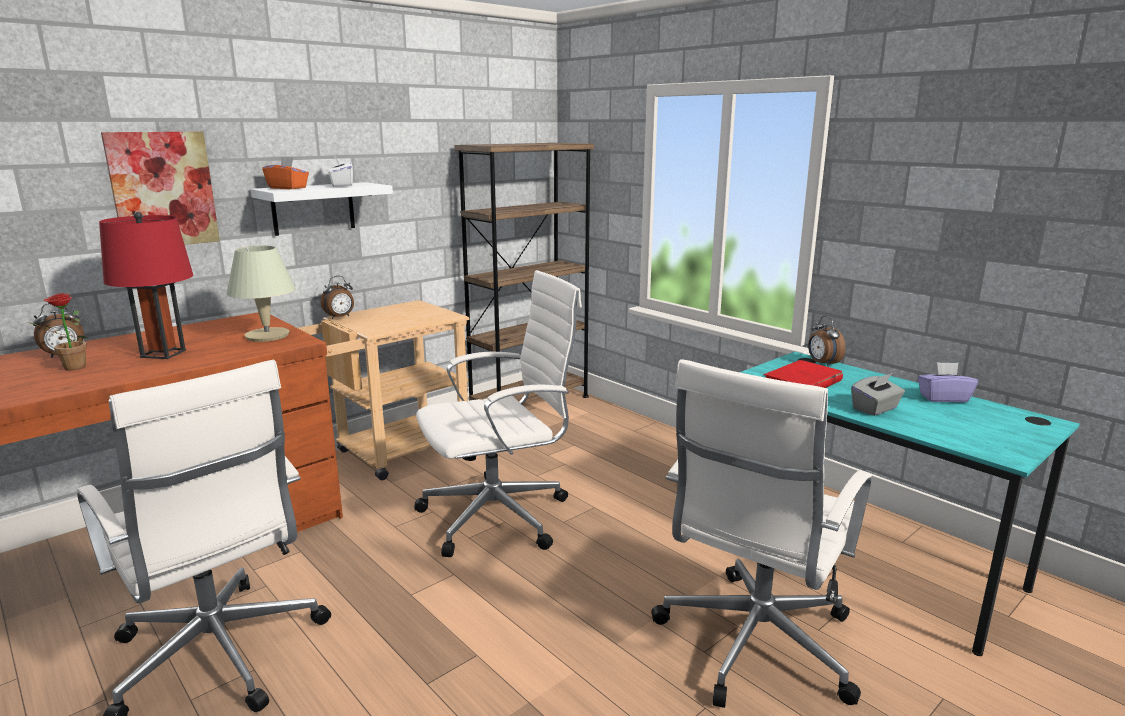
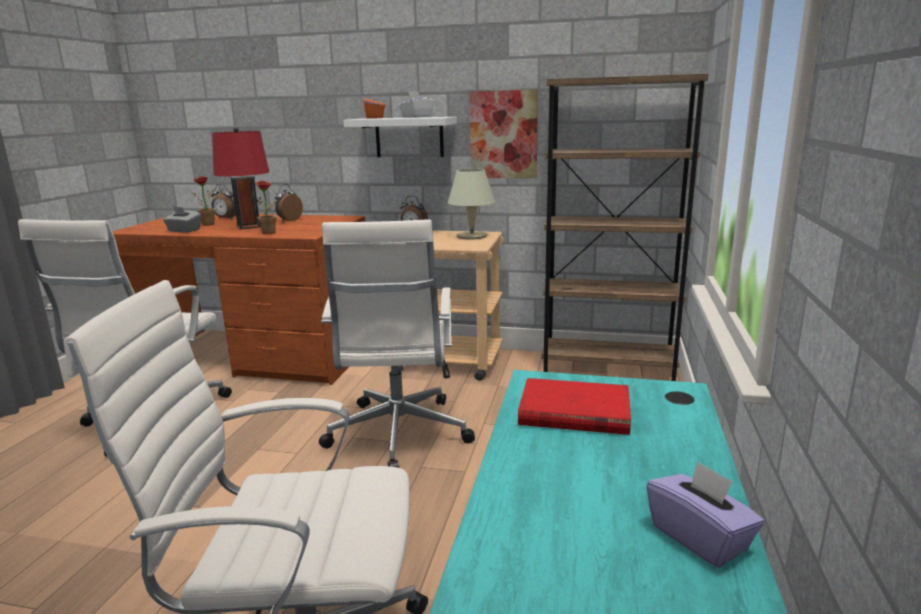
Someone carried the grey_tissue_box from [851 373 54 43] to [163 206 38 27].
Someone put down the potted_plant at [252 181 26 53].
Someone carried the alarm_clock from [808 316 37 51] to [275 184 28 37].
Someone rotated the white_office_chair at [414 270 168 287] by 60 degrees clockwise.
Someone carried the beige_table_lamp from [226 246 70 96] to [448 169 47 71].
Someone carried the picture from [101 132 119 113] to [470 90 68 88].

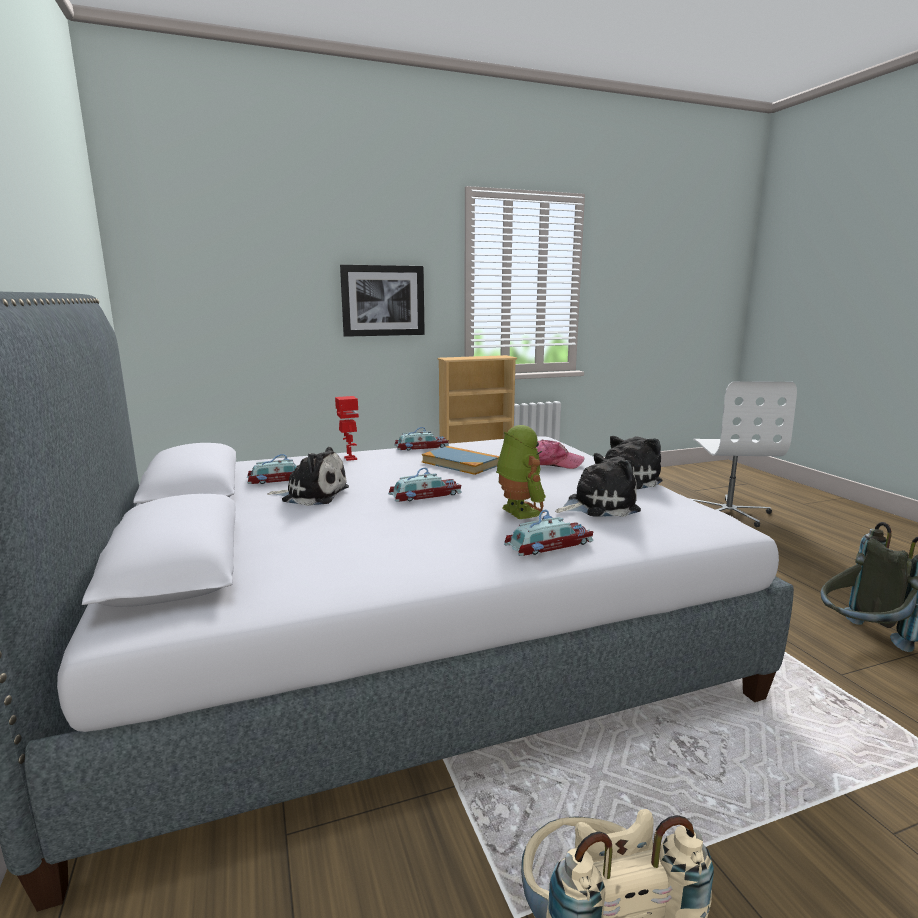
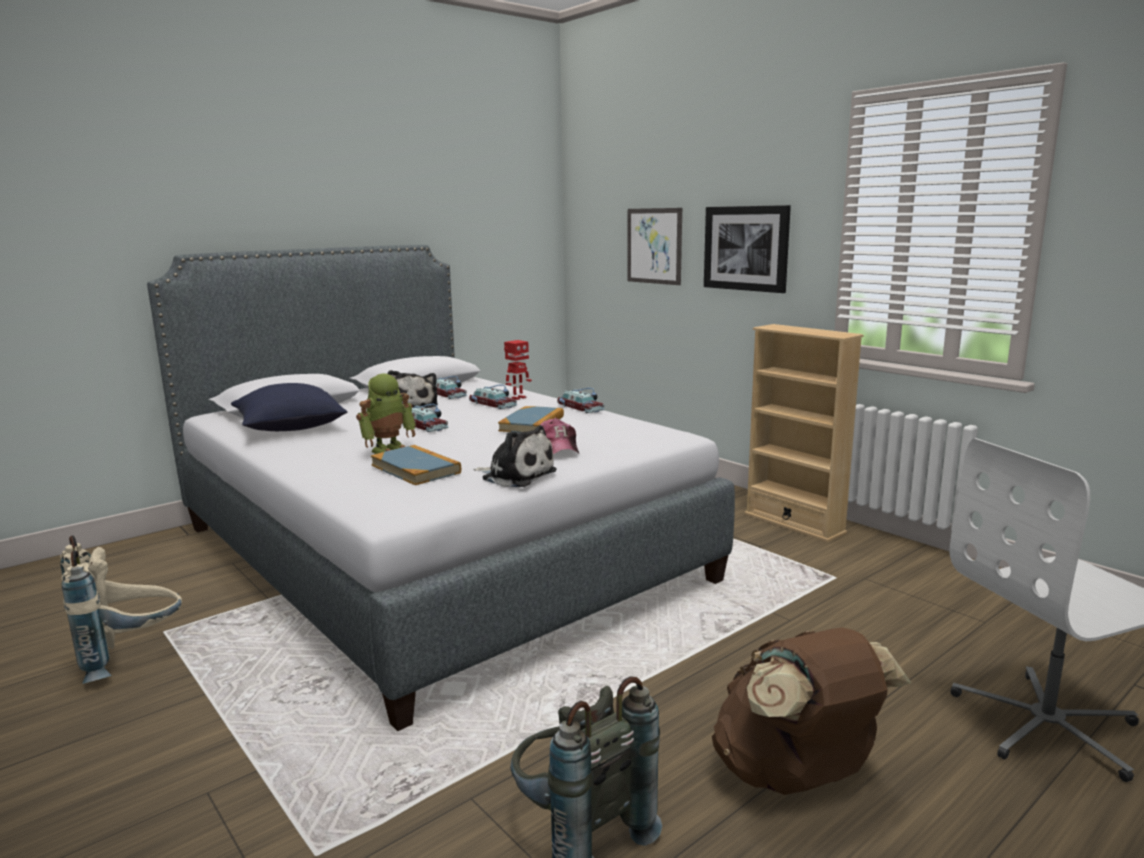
Someone put down the blue_pillow at [231 383 116 48].
Someone swapped the plush_toy at [555 453 86 64] for the book at [371 445 90 40].
Someone carried the toy_car from [504 510 89 46] to [469 384 48 25].
Someone put up the picture at [627 208 55 77].
Someone put down the brown_backpack at [712 627 199 168].

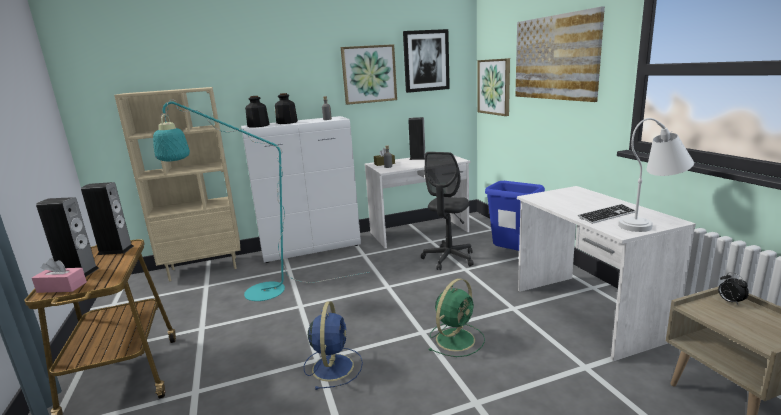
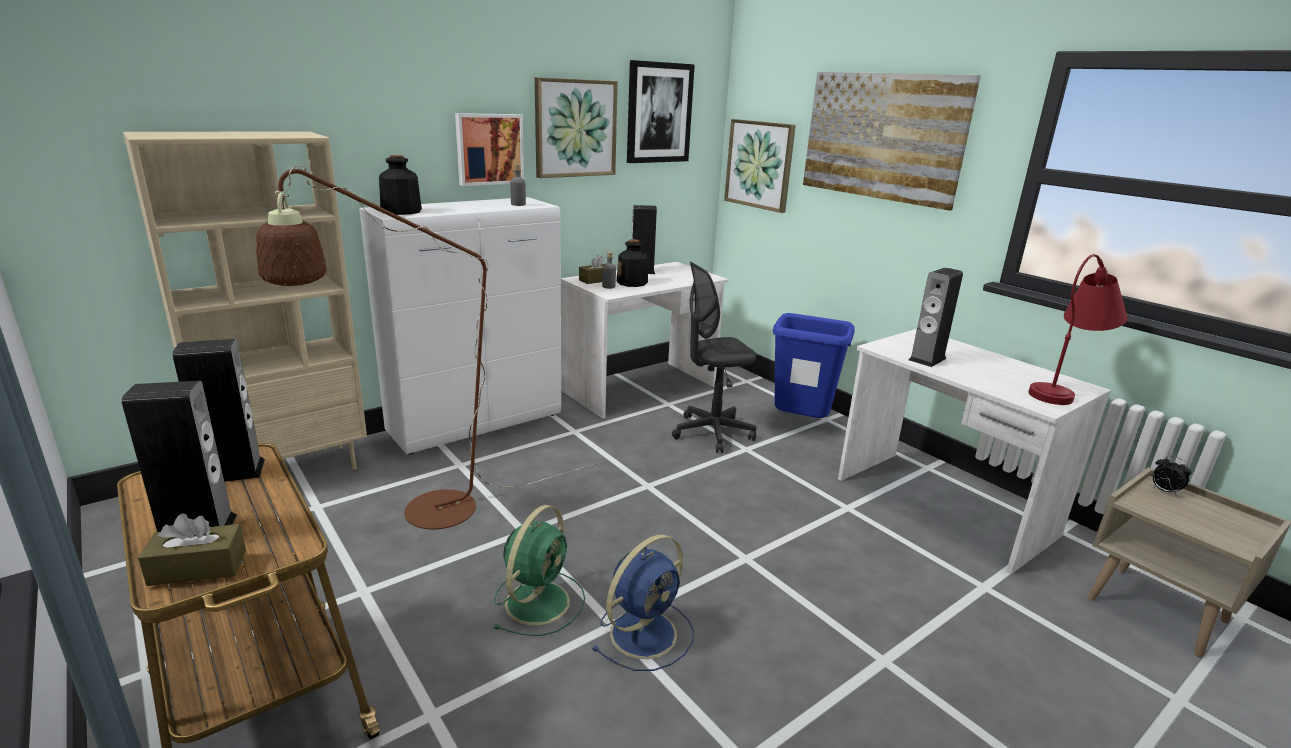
Someone repainted the pink_tissue_box at [32 258 55 35], which became the brown_tissue_box at [138 513 108 73].
Someone repainted the turquoise_floor_lamp at [153 100 215 201], which became the brown_floor_lamp at [256 165 349 365].
Someone put up the picture at [455 113 69 73].
Someone carried the green_fan from [429 278 56 79] to [493 505 92 131].
Someone rotated the blue_fan at [304 301 59 89] by 60 degrees clockwise.
Someone carried the bottle from [275 93 23 31] to [616 239 32 48].
Someone rotated the grey_office_chair at [421 152 53 118] by 60 degrees clockwise.
Someone put down the speaker at [909 268 54 99].
Someone repainted the white_table_lamp at [618 118 76 114], which became the red_table_lamp at [1028 254 100 151].
Someone took away the keyboard at [578 204 57 20].

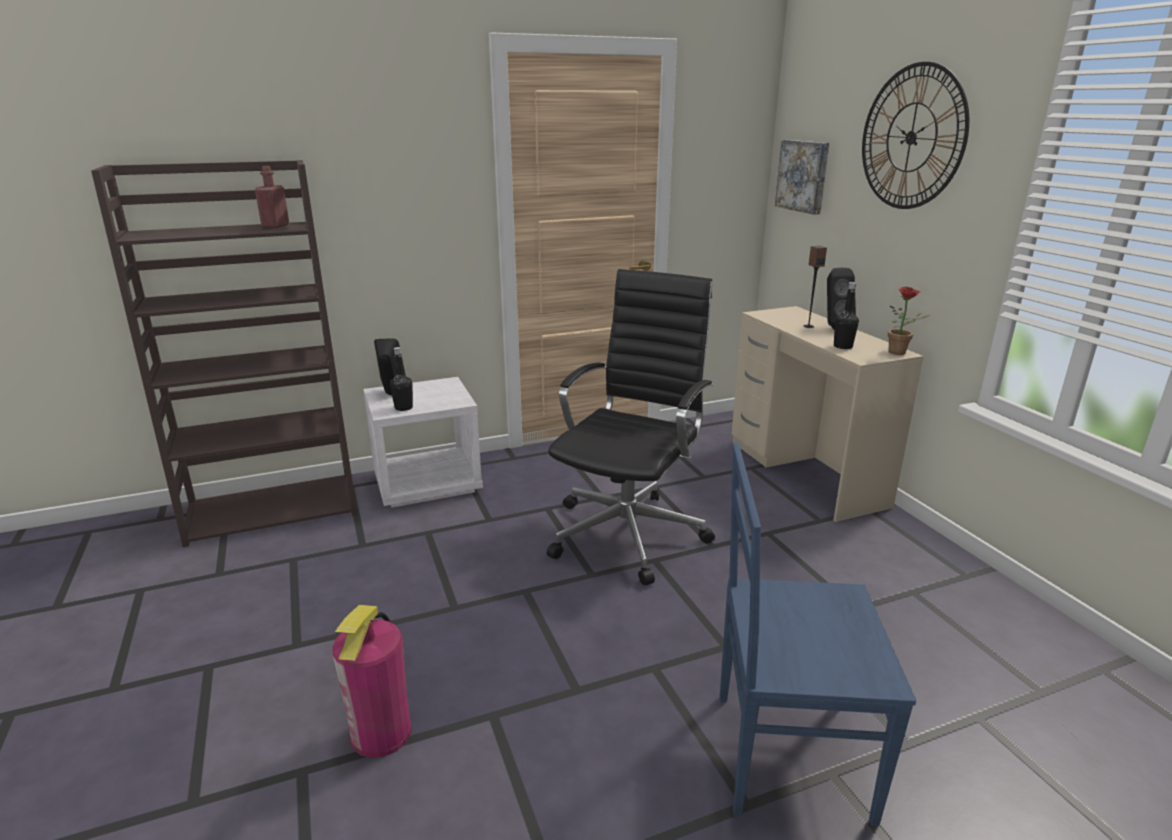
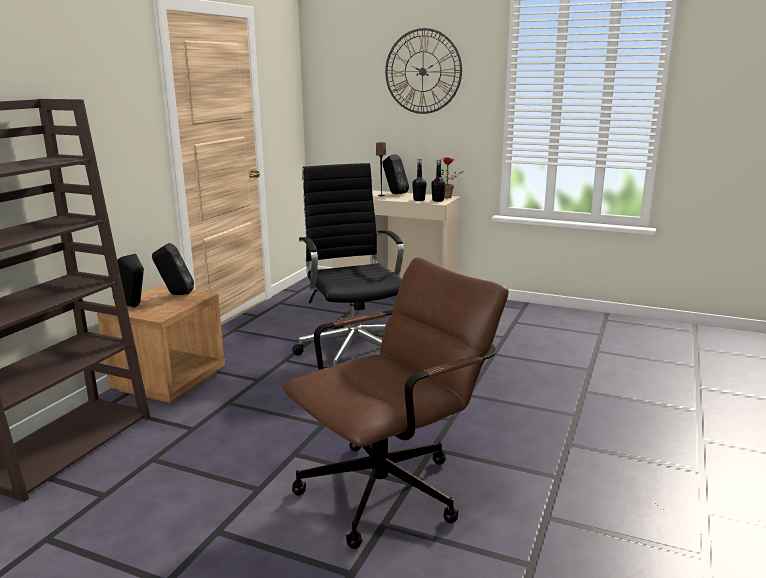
Someone repainted the white_nightstand at [363 377 120 131], which became the brown_nightstand at [97 285 128 118].
Someone put down the black_speaker at [152 243 42 52].
Someone swapped the fire_extinguisher at [332 605 80 153] for the brown_office_chair at [282 257 227 292].
Someone carried the black_bottle from [390 347 23 64] to [431 159 15 43].
Someone took away the red_bottle at [255 166 34 62].
Someone took away the blue_chair at [720 443 196 383].
Someone took away the picture at [775 140 54 75].

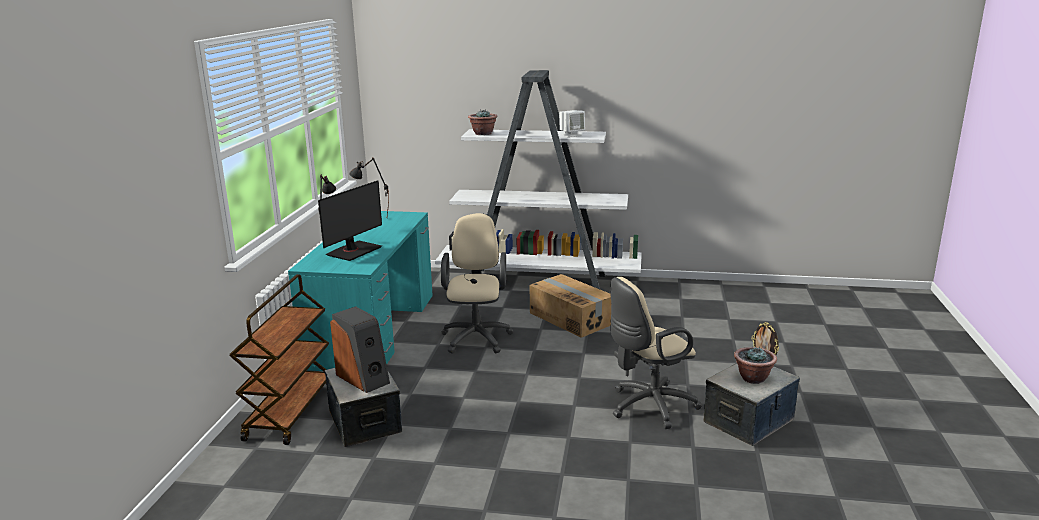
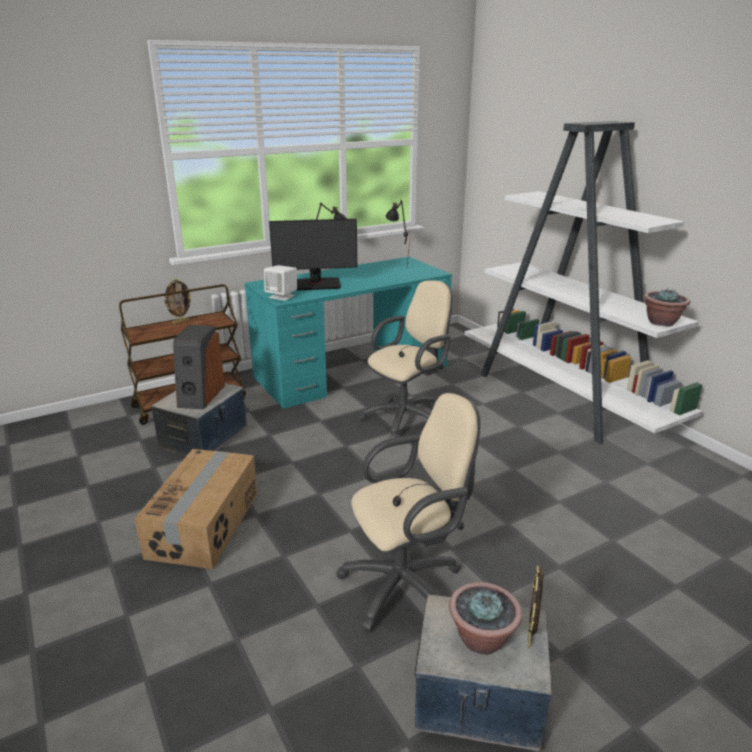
Someone carried the cardboard_box from [529 274 82 64] to [134 449 123 120].
Someone put down the picture_frame at [164 279 28 45].
Someone carried the white_speaker from [559 110 26 27] to [264 265 33 36].
Someone rotated the beige_office_chair at [610 277 92 152] by 135 degrees clockwise.
Someone carried the potted_plant from [468 109 30 26] to [644 288 46 39].

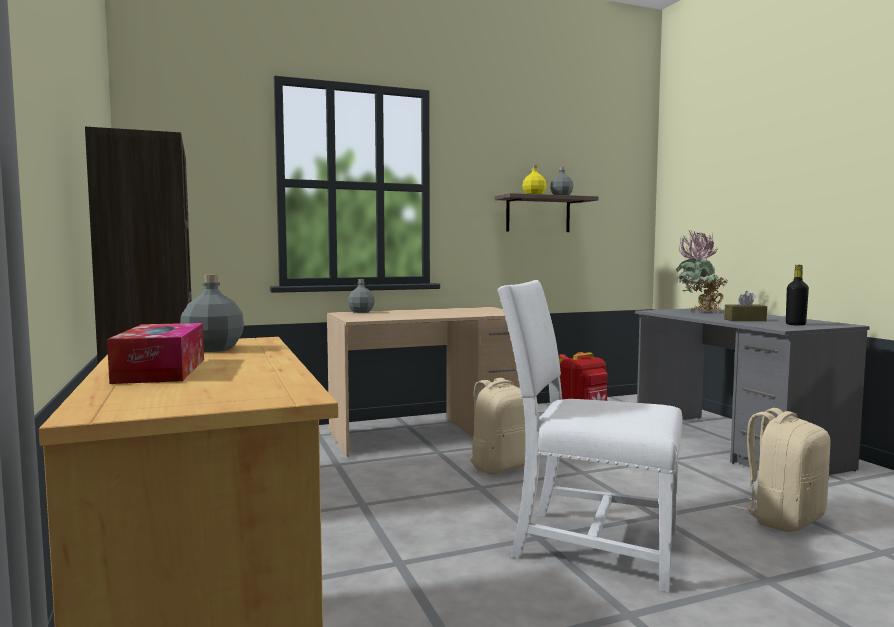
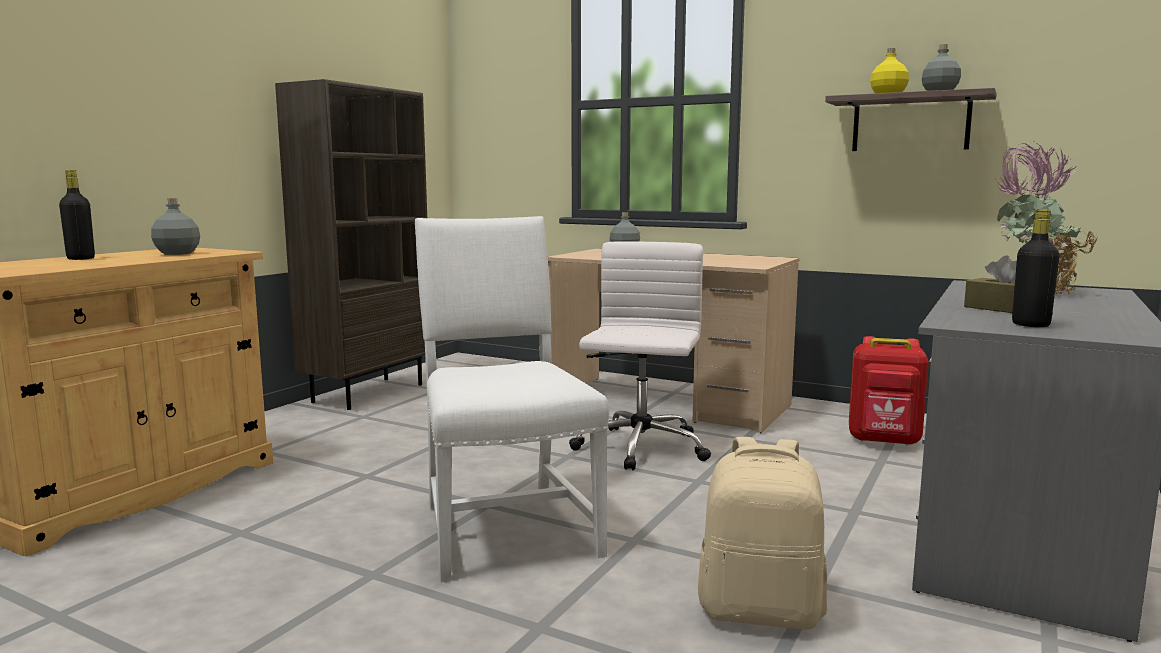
Someone swapped the tissue_box at [107 323 97 61] for the black_bottle at [59 169 36 91].
Someone swapped the beige_backpack at [468 378 58 96] for the white_office_chair at [569 241 142 229].

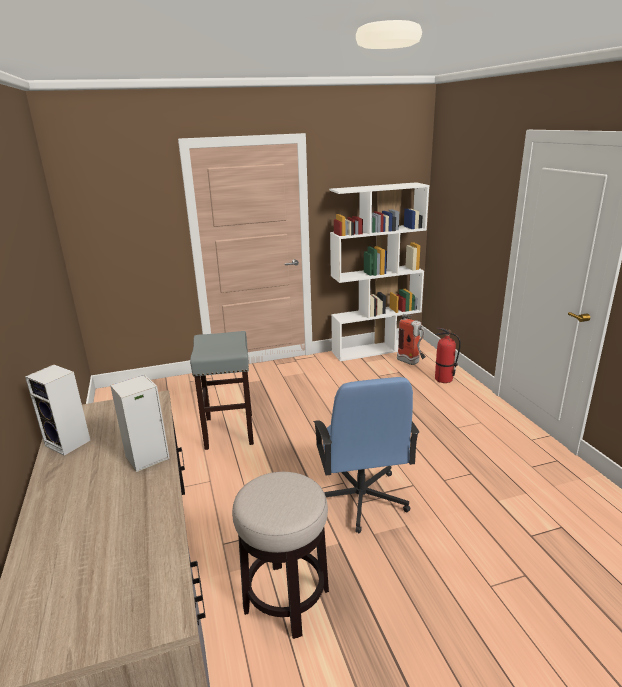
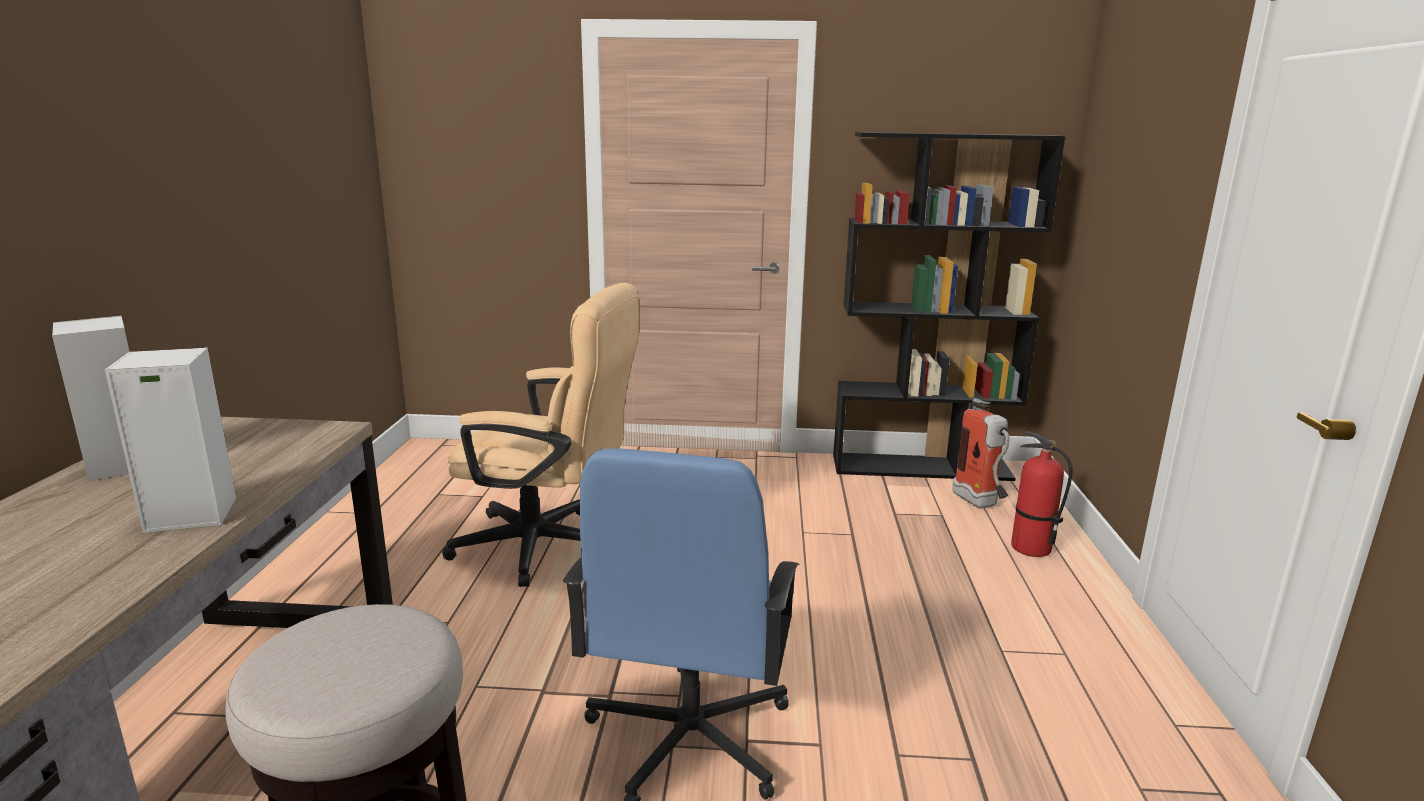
Someone swapped the grey_stool at [190 331 64 119] for the beige_office_chair at [442 283 198 304].
Someone repainted the white_bookcase at [329 182 100 179], which became the black_bookcase at [833 132 233 349].

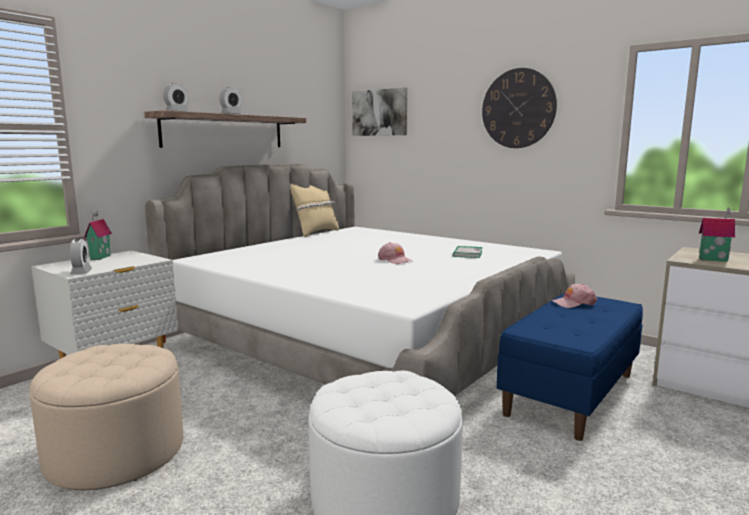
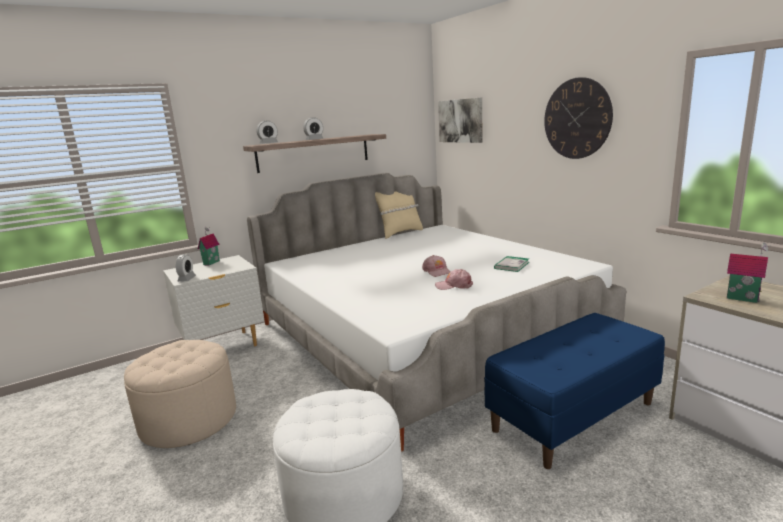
Someone carried the pink_cap from [552 283 45 25] to [435 269 38 21].

